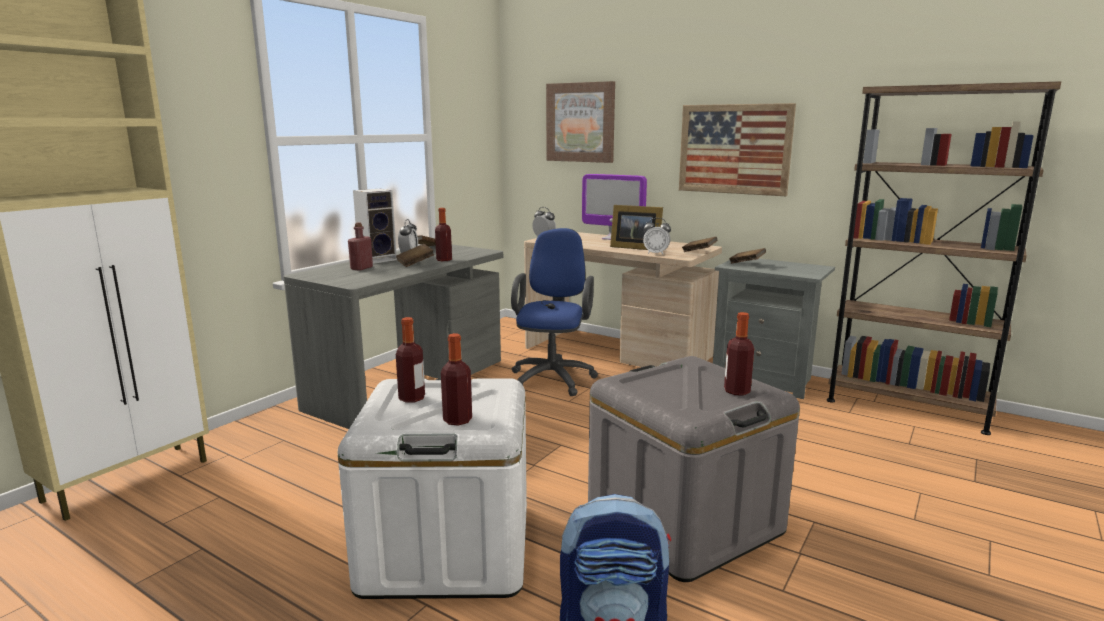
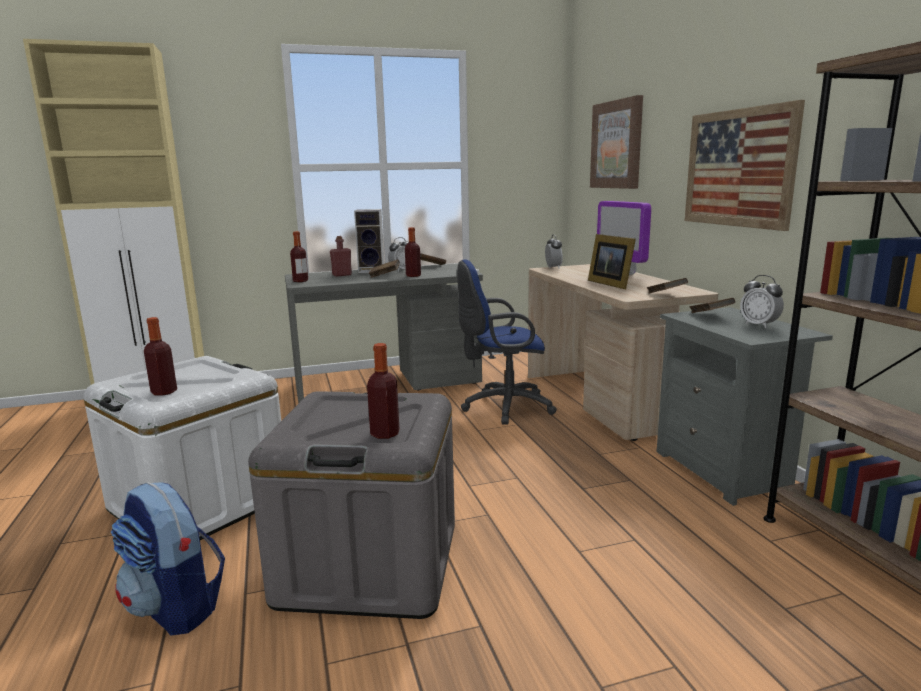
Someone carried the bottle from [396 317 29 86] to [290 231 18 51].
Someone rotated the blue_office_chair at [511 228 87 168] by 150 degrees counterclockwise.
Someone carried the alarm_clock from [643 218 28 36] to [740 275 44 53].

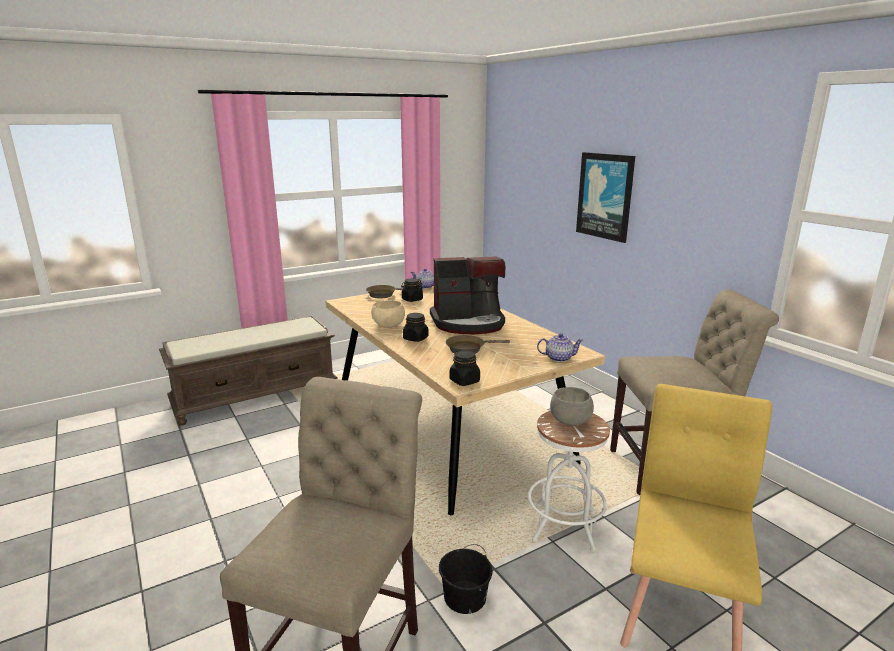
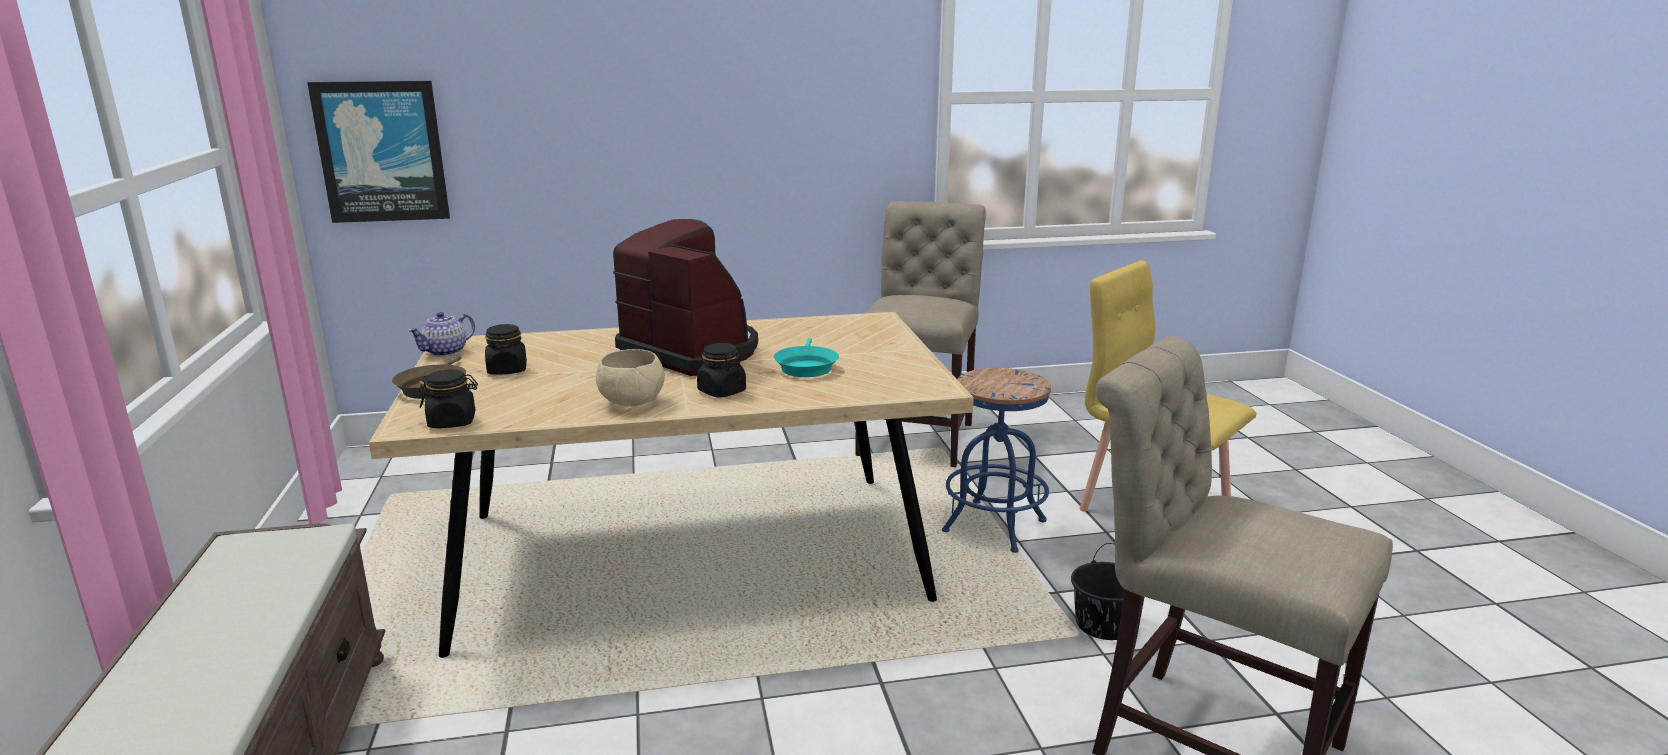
Someone carried the picture from [576 152 59 91] to [307 81 143 142].
Someone carried the black_jar from [449 350 31 36] to [419 369 59 59].
Someone rotated the coffee_machine at [430 256 75 78] by 60 degrees counterclockwise.
Someone repainted the brown_frying_pan at [446 335 64 19], which became the turquoise_frying_pan at [774 338 65 39].
Someone repainted the white_stool at [528 411 82 141], which became the blue_stool at [942 368 109 185].
Someone took away the teapot at [537 333 47 29].
Someone took away the grey_bowl at [550 387 44 39].

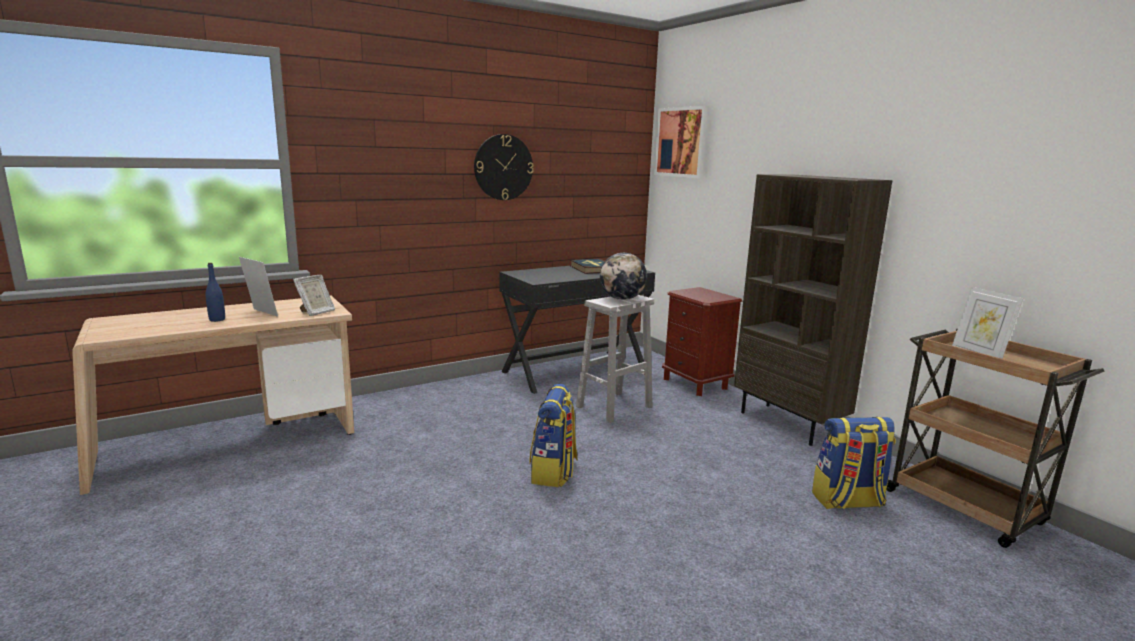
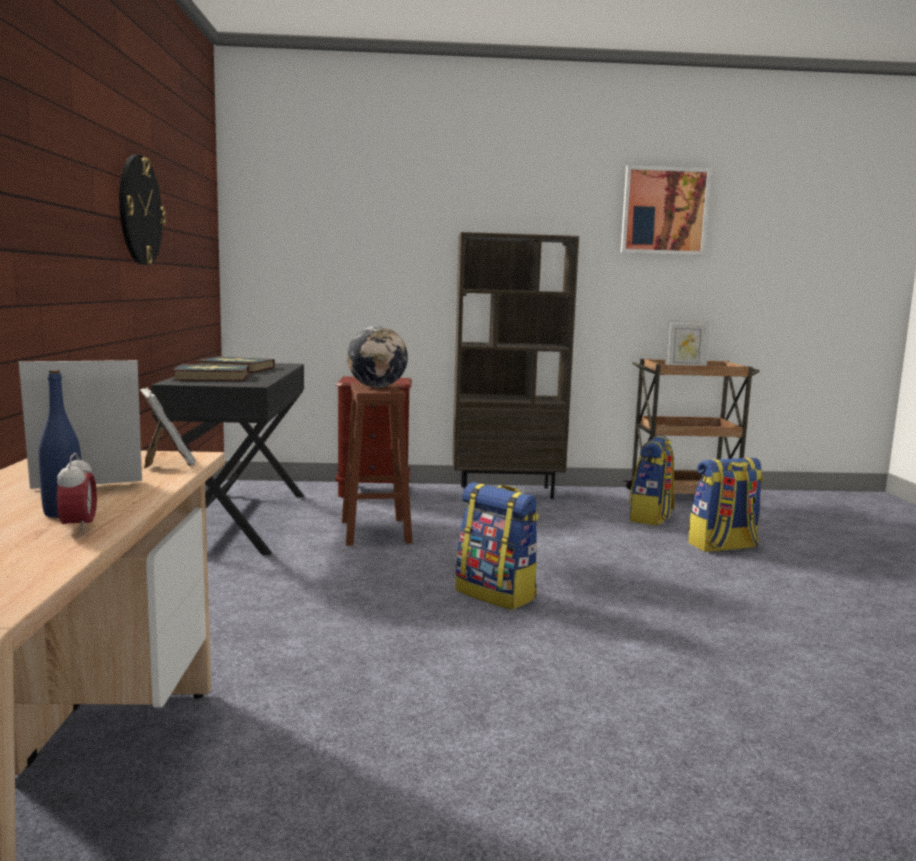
Someone put down the alarm_clock at [57 453 40 81].
Someone put down the book at [172 364 77 17].
Someone repainted the white_stool at [576 295 78 128], which became the brown_stool at [342 382 71 164].
Someone carried the picture from [654 106 54 72] to [621 165 91 90].
Someone put down the backpack at [688 458 75 94].

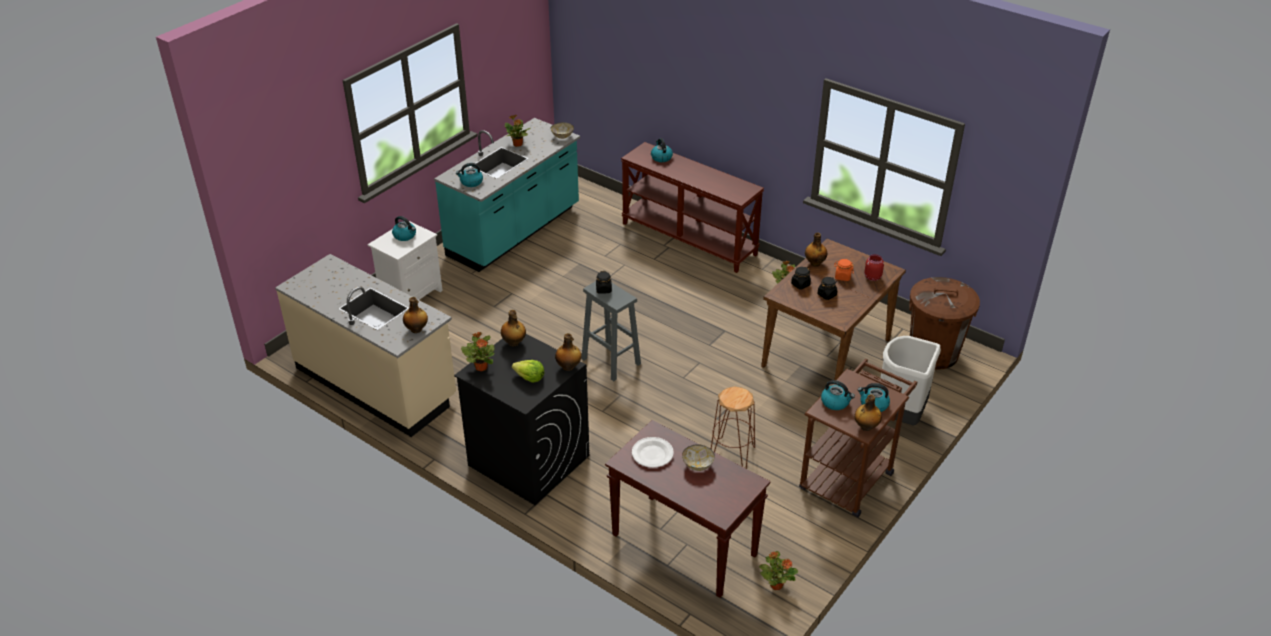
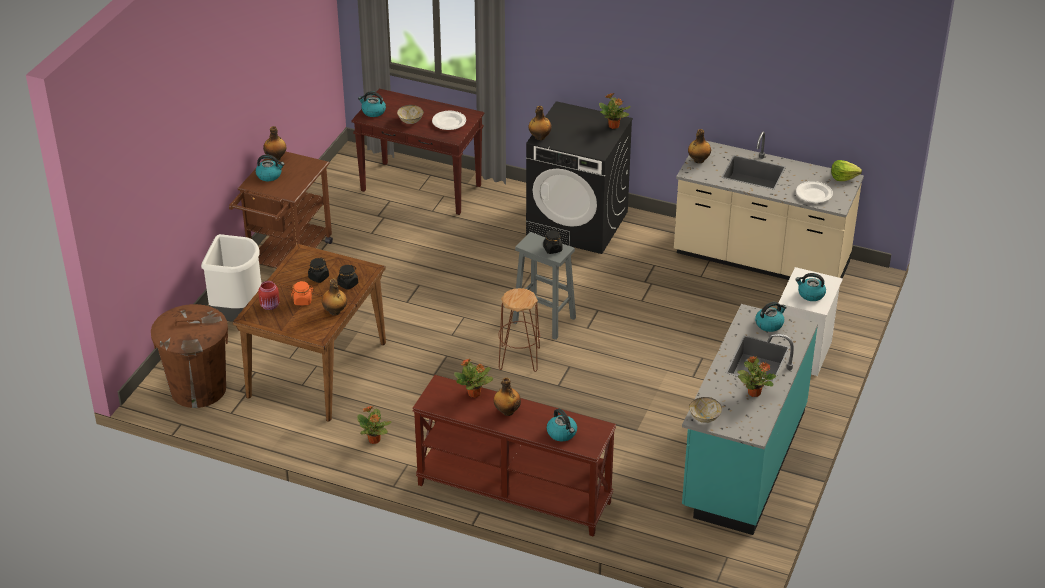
Someone carried the kettle from [821 380 34 30] to [358 91 28 26].
Someone carried the potted_plant from [759 551 39 39] to [454 359 39 39].
Someone carried the bottle from [501 310 25 36] to [494 377 27 39].
Someone carried the brown_stool from [711 387 44 82] to [498 288 42 84].
Someone put down the white_plate at [796 181 37 22].
Someone carried the lettuce from [512 360 33 23] to [831 160 31 21].

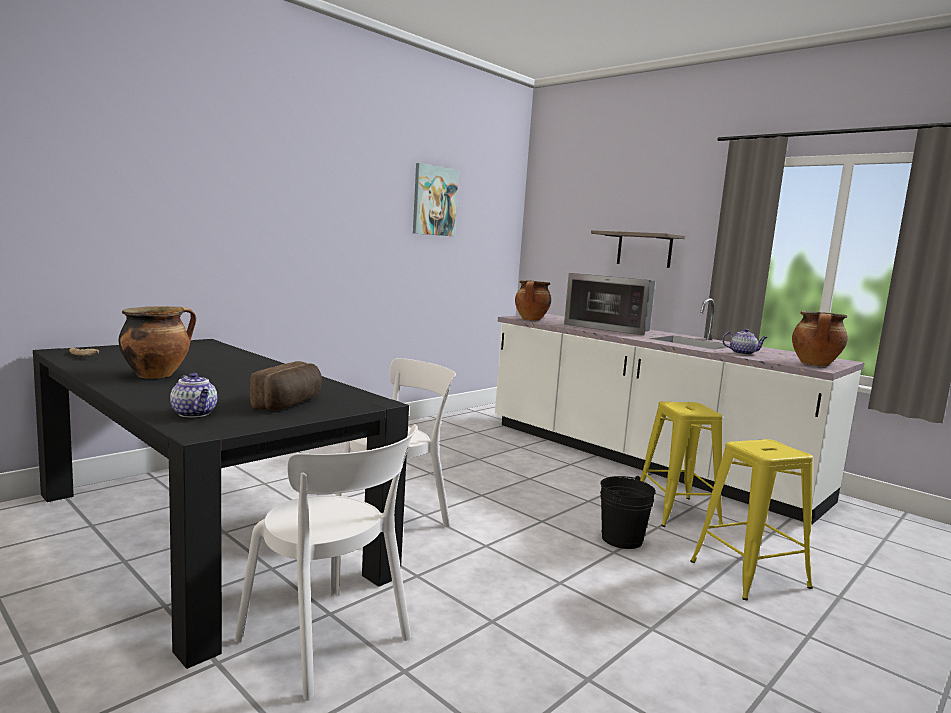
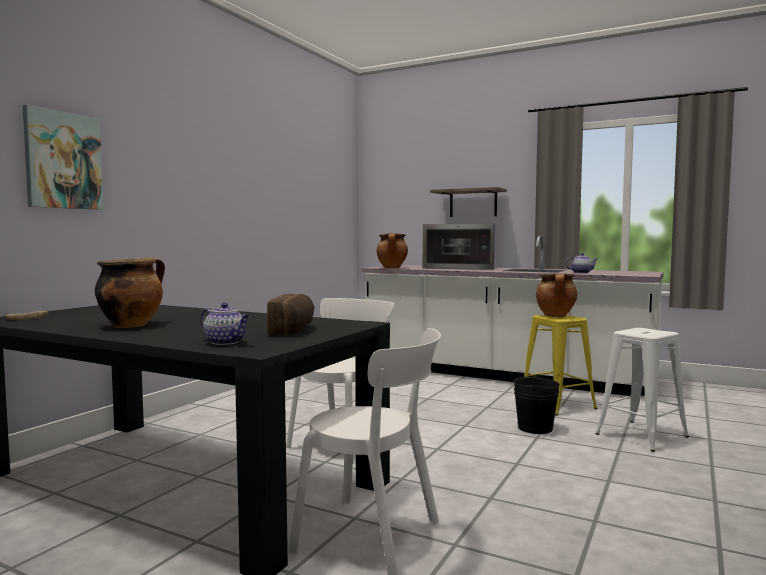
Someone carried the picture from [413 163 46 74] to [23 105 81 105].
Someone carried the cooking_pot from [792 311 56 55] to [536 274 41 43].
Someone repainted the yellow_stool at [690 439 123 161], which became the white_stool at [595 328 94 124].

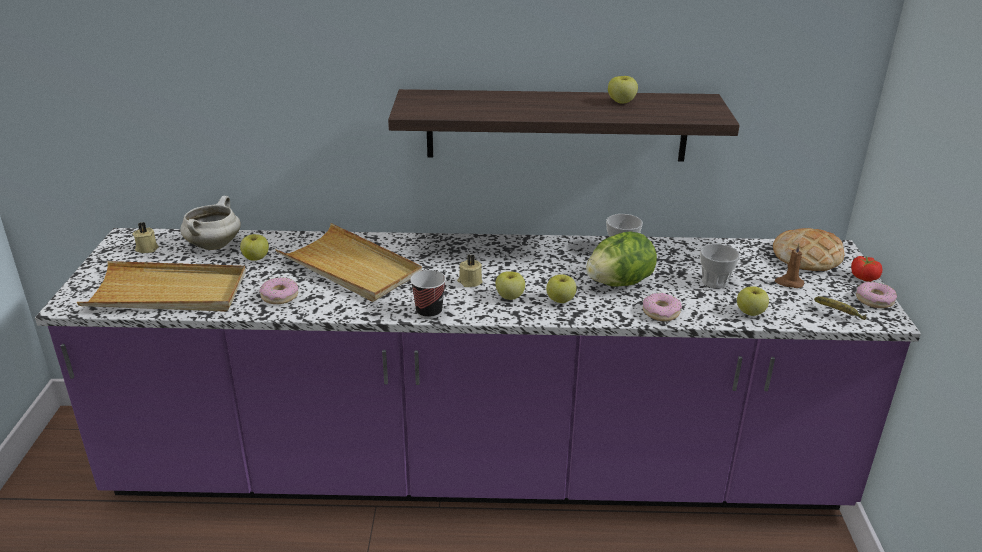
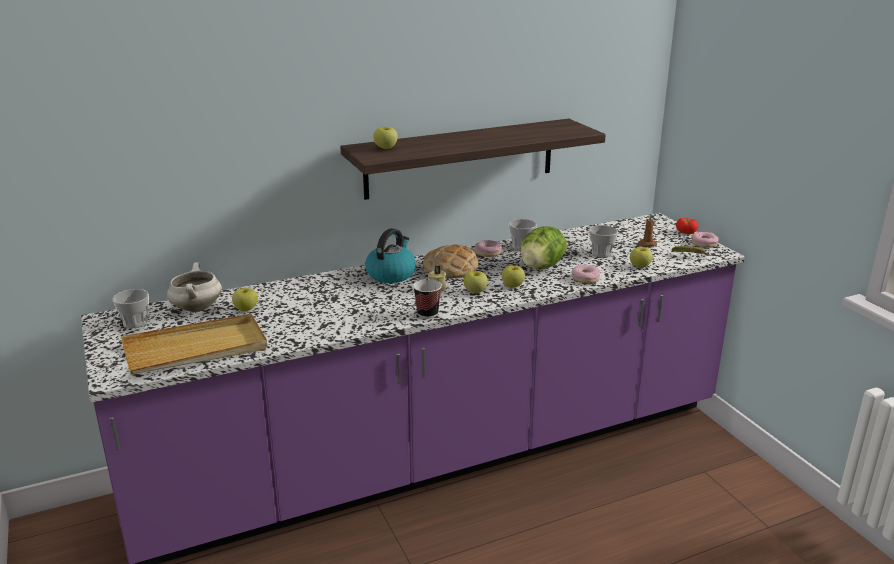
Someone swapped the beige_candle at [133 222 26 31] for the cup at [113 289 36 39].
Someone put down the kettle at [365 228 51 55].
Someone carried the apple from [608 76 30 28] to [373 127 25 22].
Someone carried the bread from [773 228 71 43] to [423 245 56 33].
Someone carried the donut from [260 277 38 27] to [475 240 27 17].
Someone took away the beige_tray at [275 223 147 79].

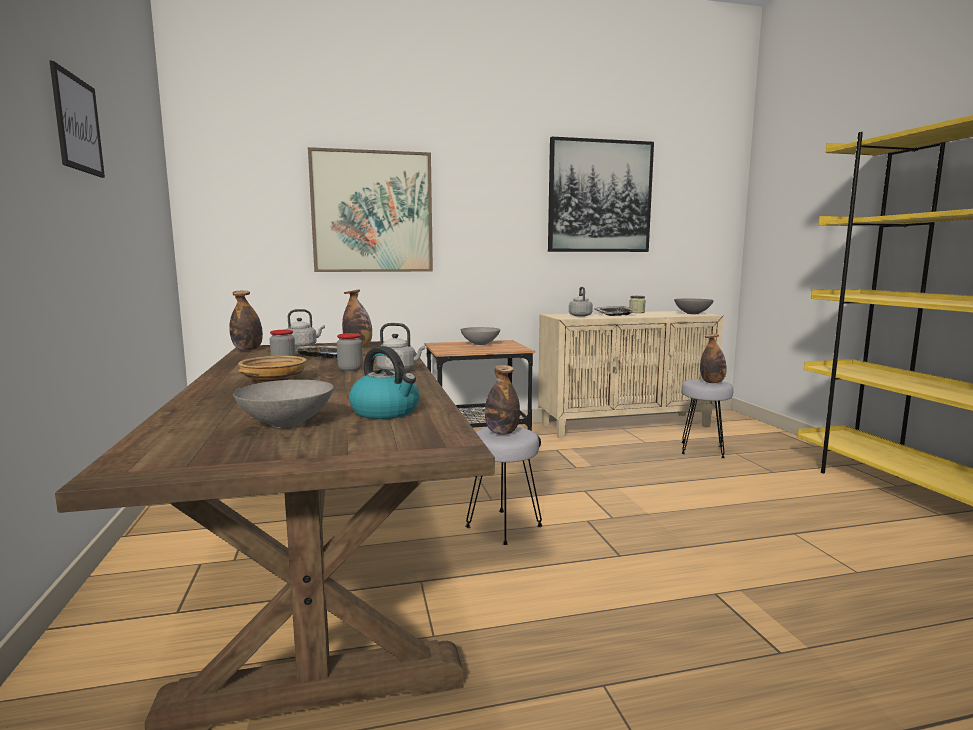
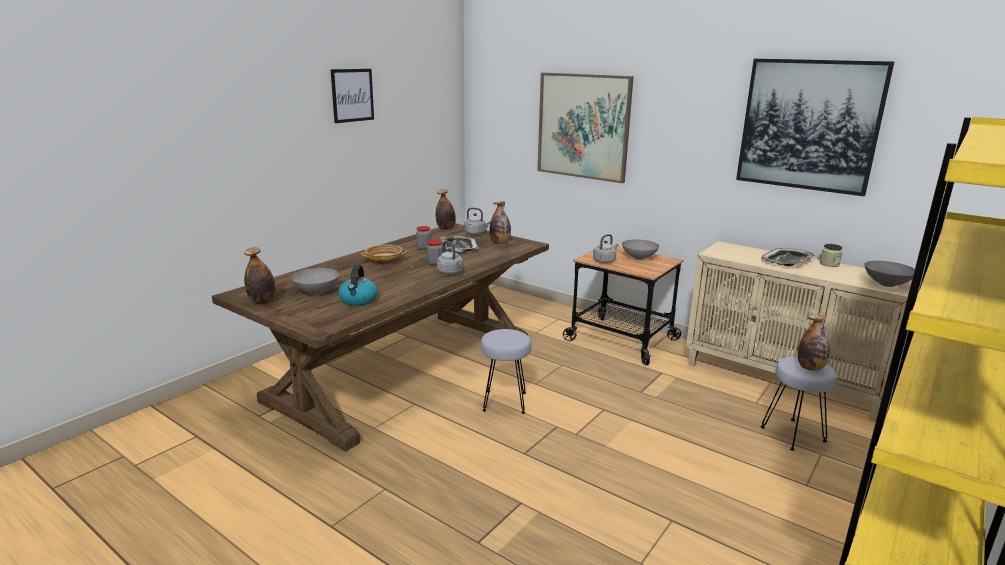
Someone carried the bottle from [485 365 35 70] to [244 247 32 57].
Someone carried the grey_kettle from [569 287 24 30] to [593 234 25 29].

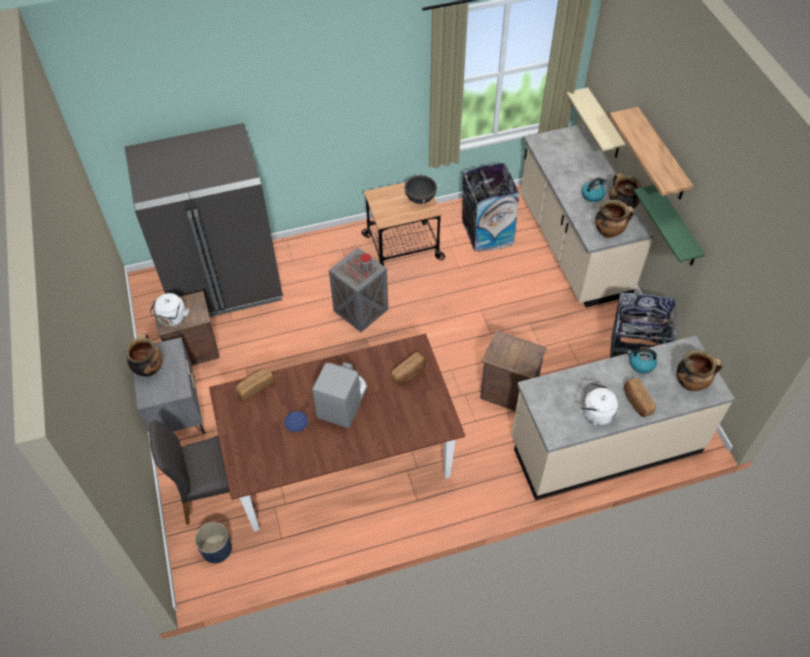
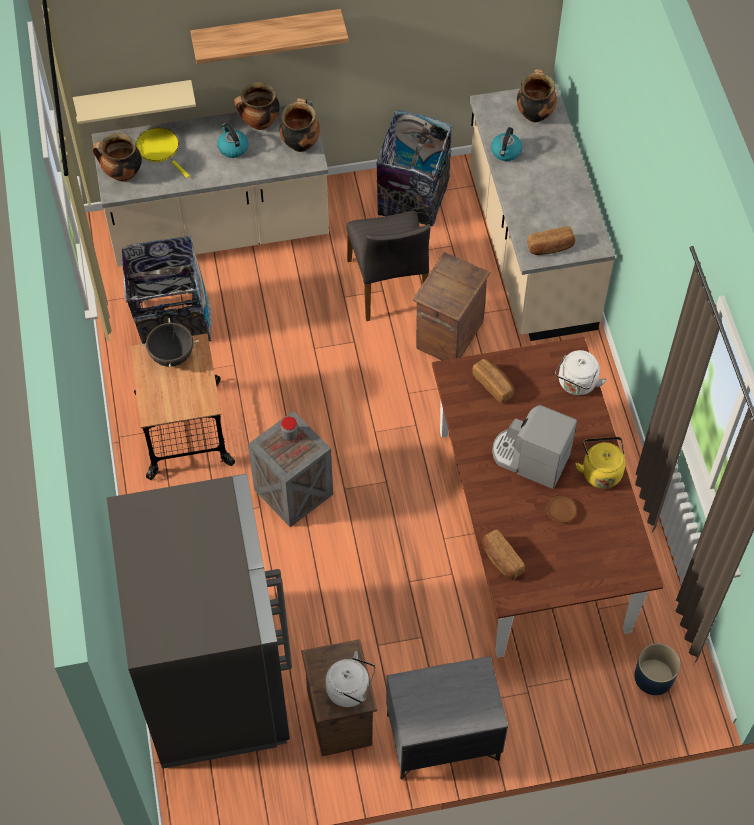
Someone carried the cooking_pot from [126 334 36 43] to [93 133 49 48].
Someone put down the yellow_frying_pan at [136 128 54 50].
Someone carried the grey_chair from [149 420 106 105] to [347 211 84 110].
Someone carried the bread from [624 378 32 39] to [527 227 48 28].
Someone repainted the blue_plate at [284 411 24 21], which became the brown_plate at [547 496 30 27].
Someone carried the white_kettle from [581 383 37 43] to [555 350 52 45].
Someone put down the yellow_kettle at [575 437 51 52].
Someone took away the green_shelf at [634 185 71 81].

